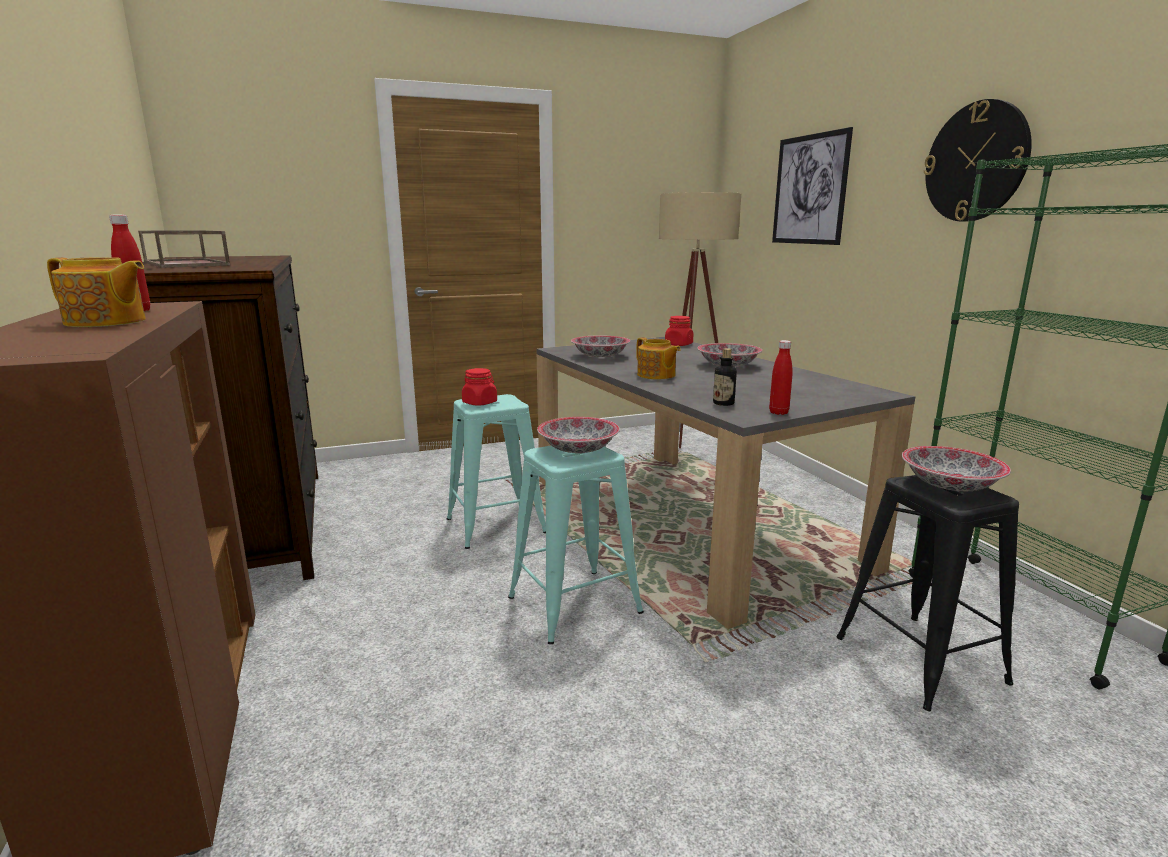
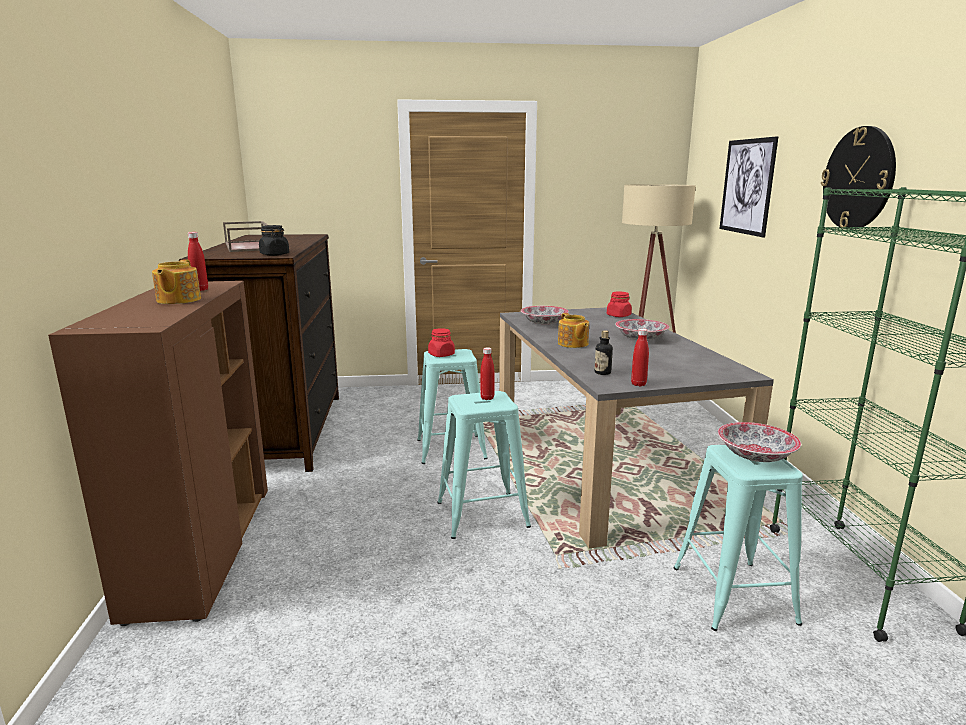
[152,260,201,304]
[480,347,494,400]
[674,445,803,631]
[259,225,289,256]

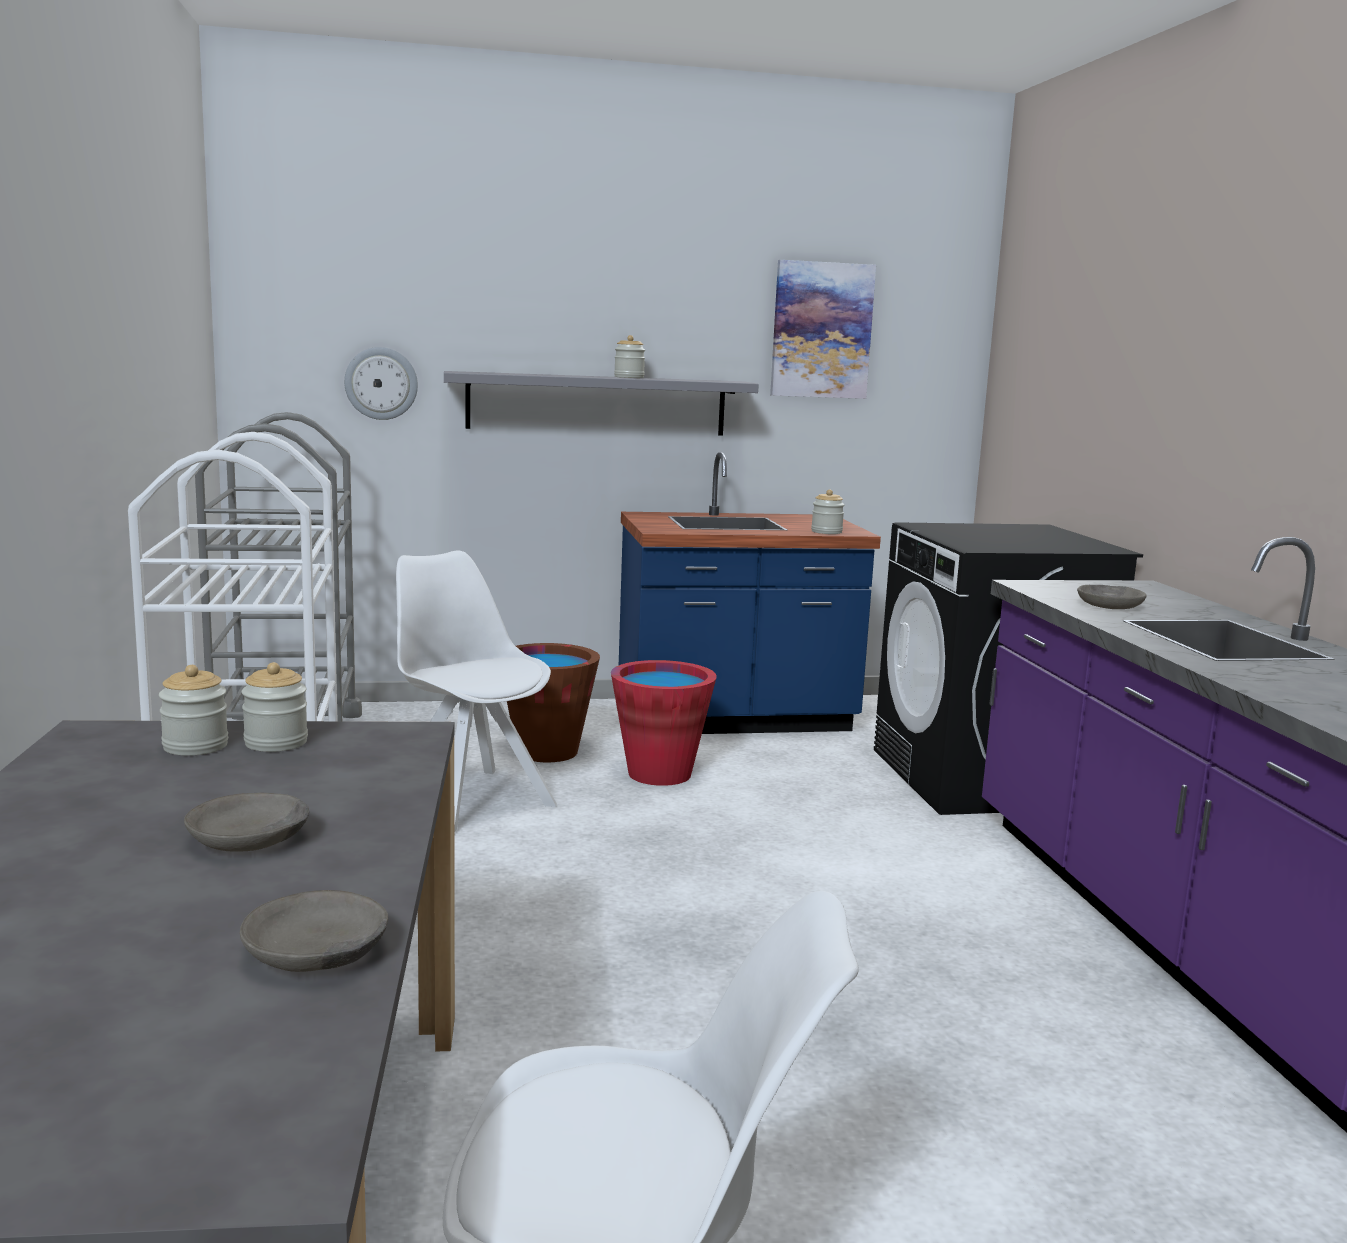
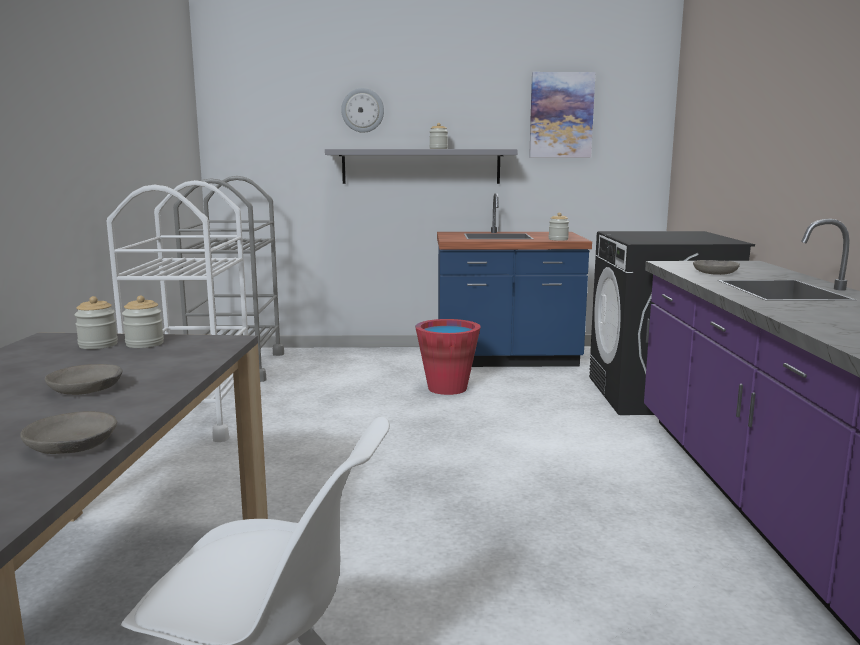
[341,88,384,133]
[396,550,557,833] (first image)
[507,643,600,762] (first image)

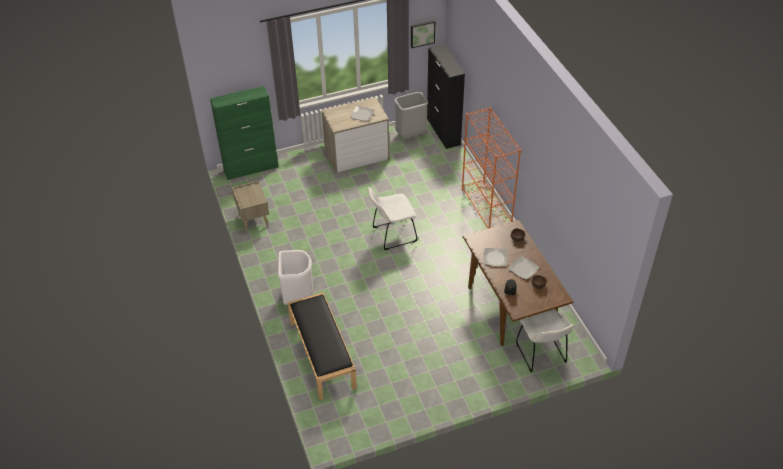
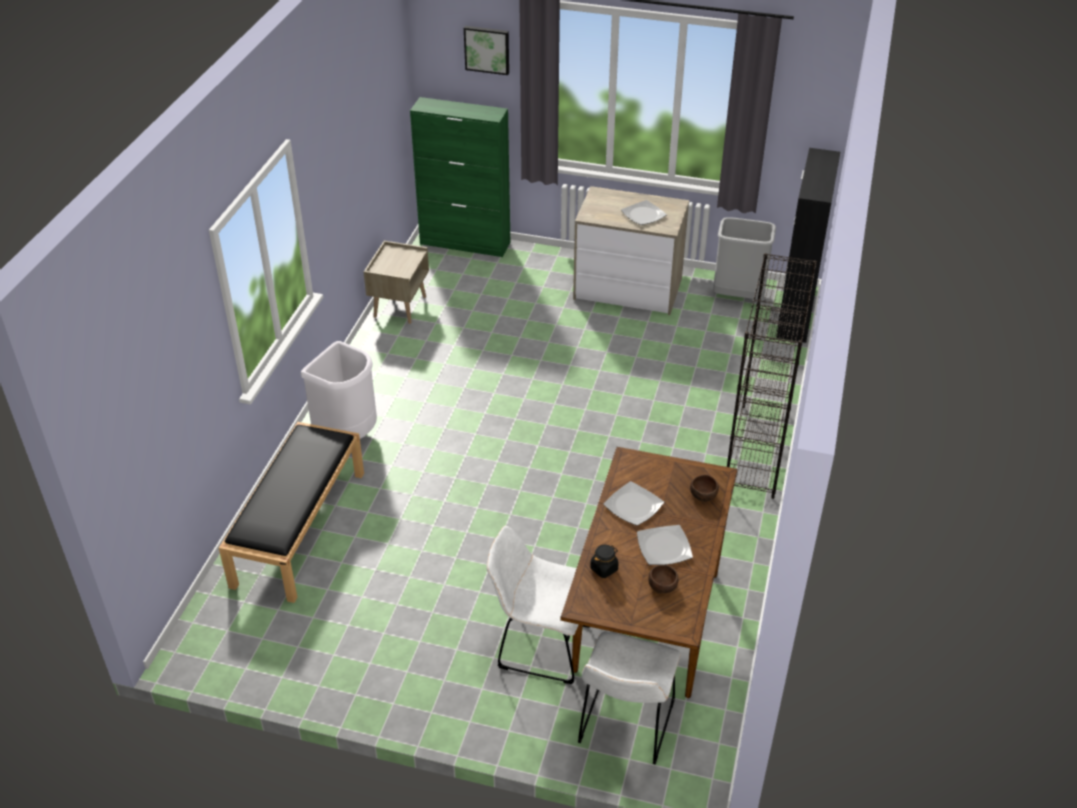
[486,526,588,684]
[464,26,509,75]
[727,253,817,499]

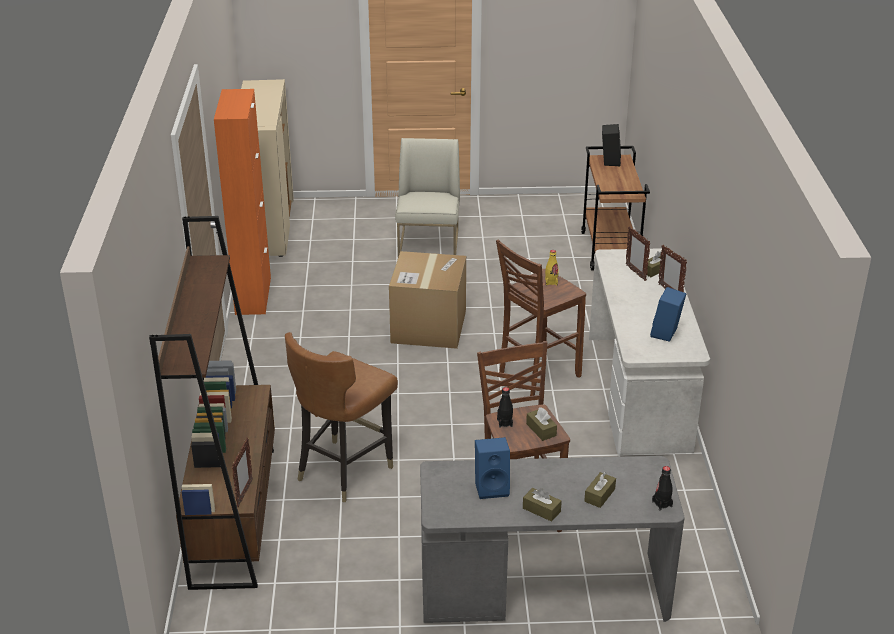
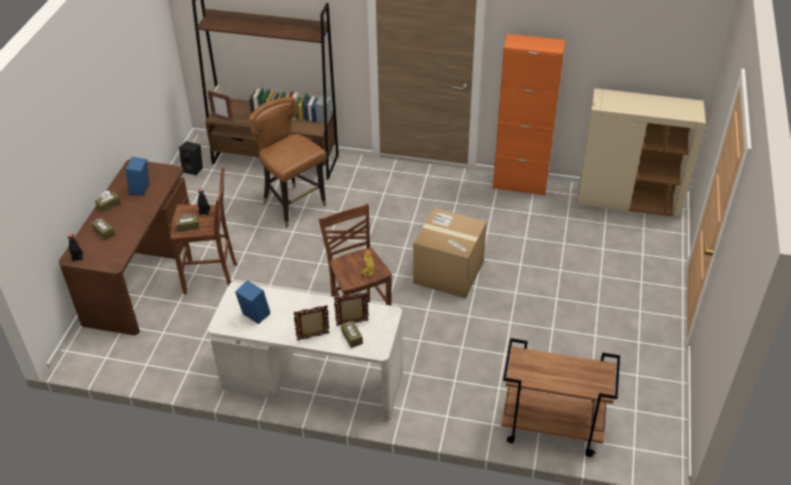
[395,138,460,257] (first image)
[59,159,190,335]
[179,141,203,175]

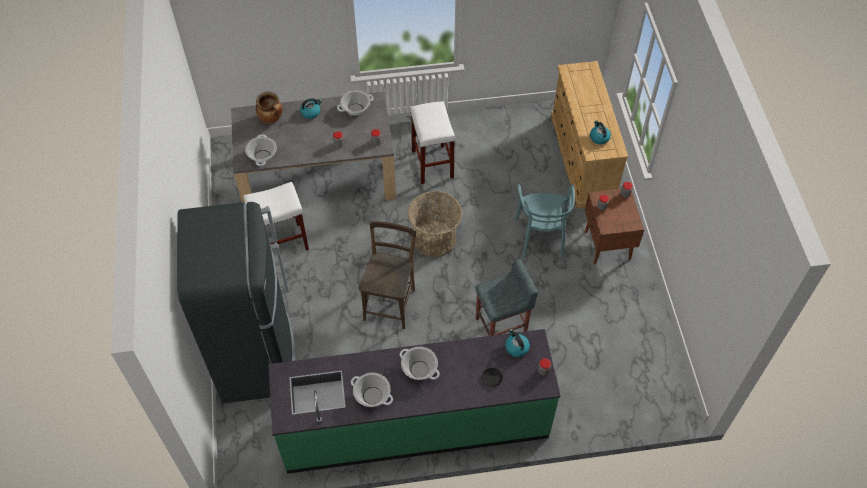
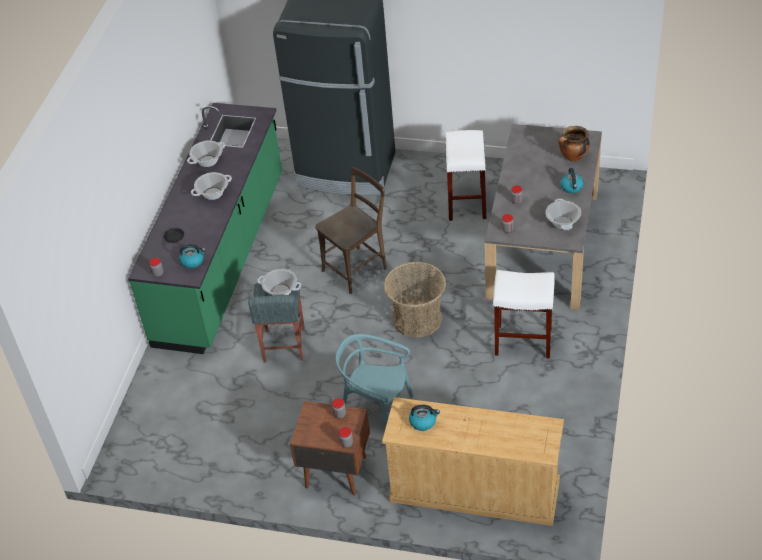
[258,269,302,296]
[315,167,387,294]

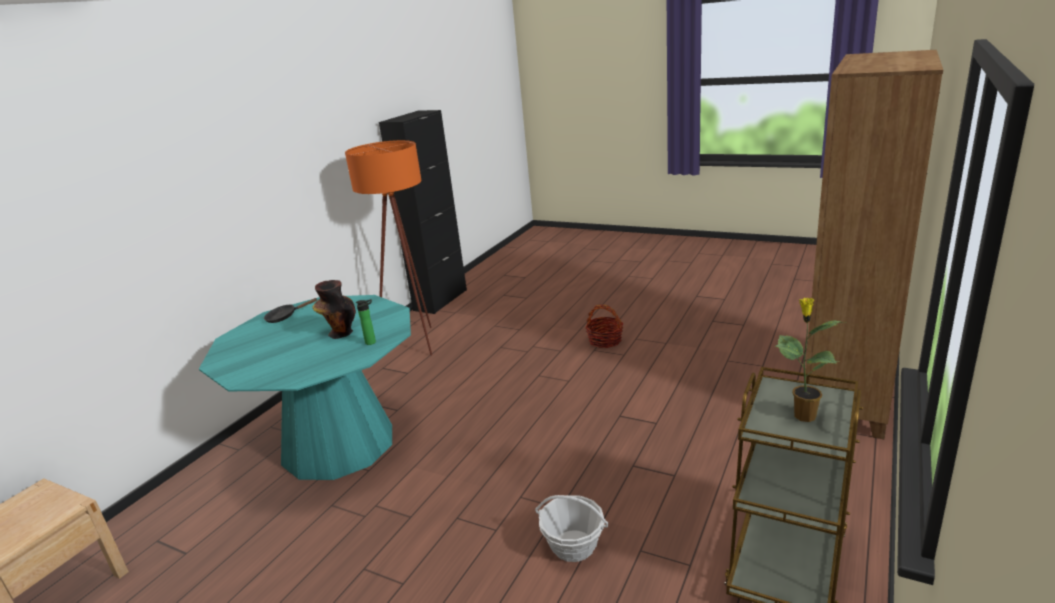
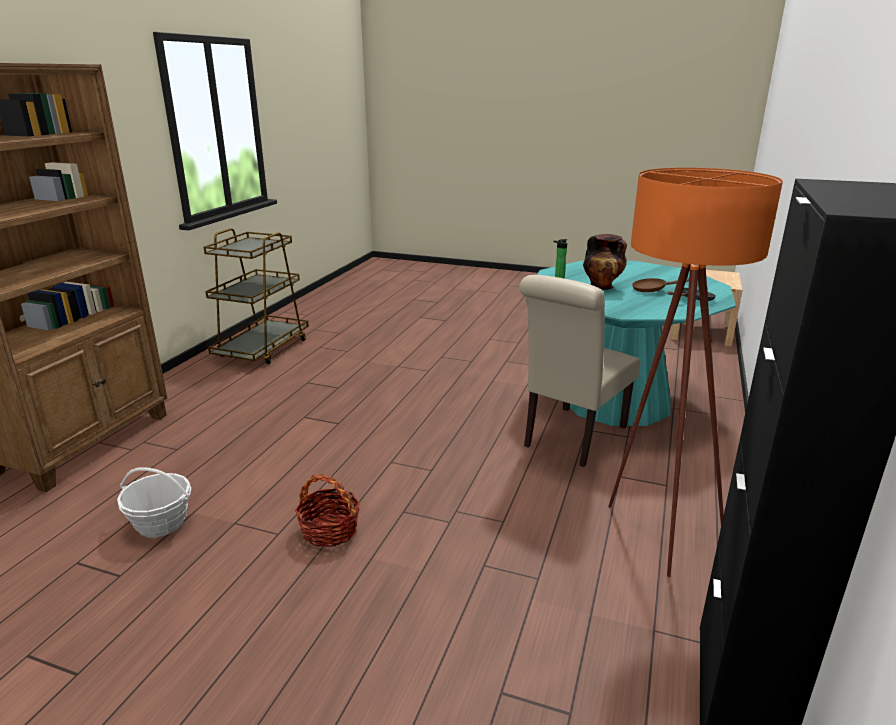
[117,467,191,537]
[775,298,845,422] (first image)
[520,275,641,467]
[632,278,689,292]

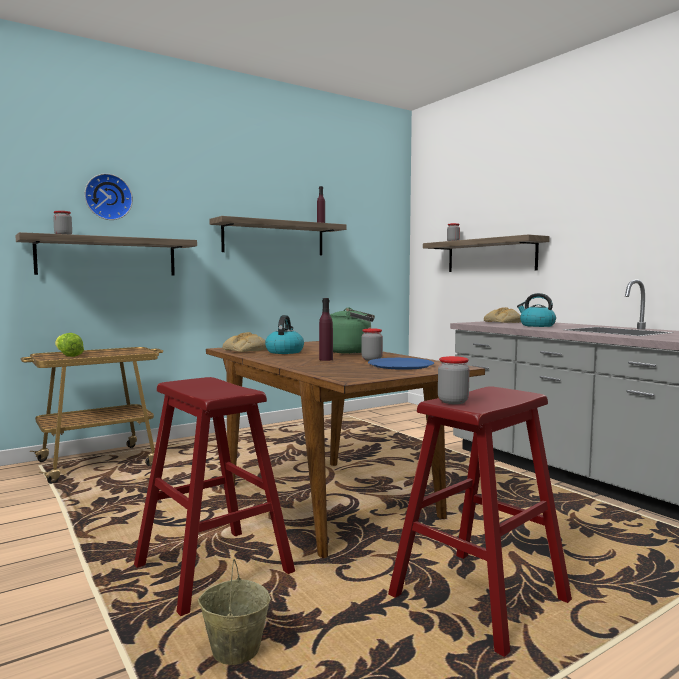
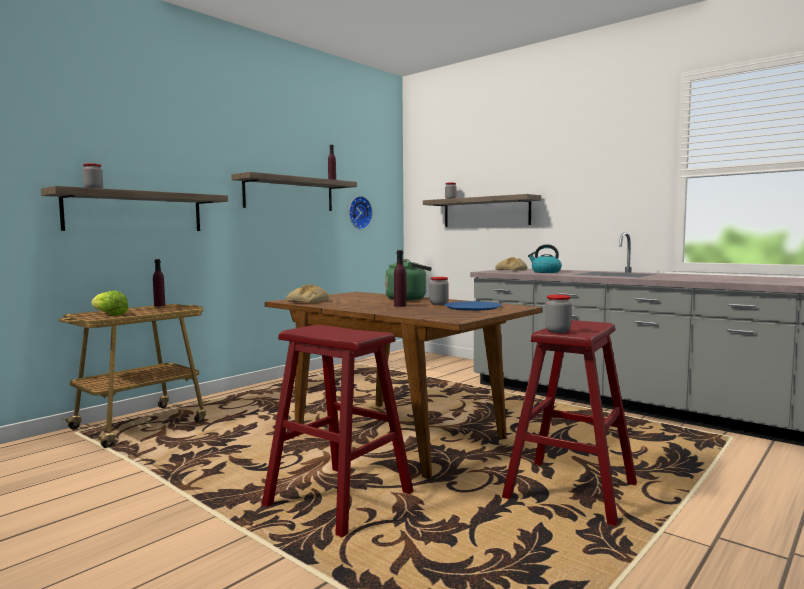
[349,196,373,229]
[198,559,271,665] (first image)
[265,315,304,354] (first image)
[153,259,165,307]

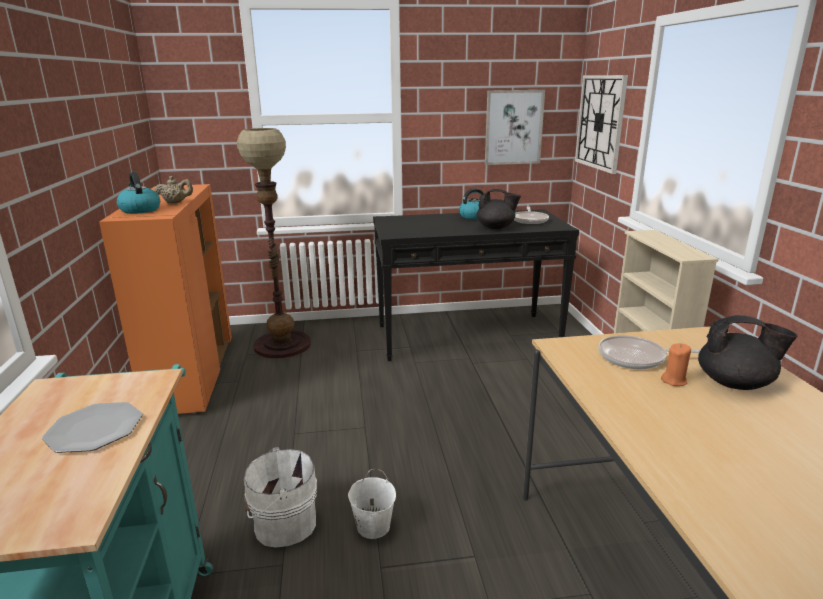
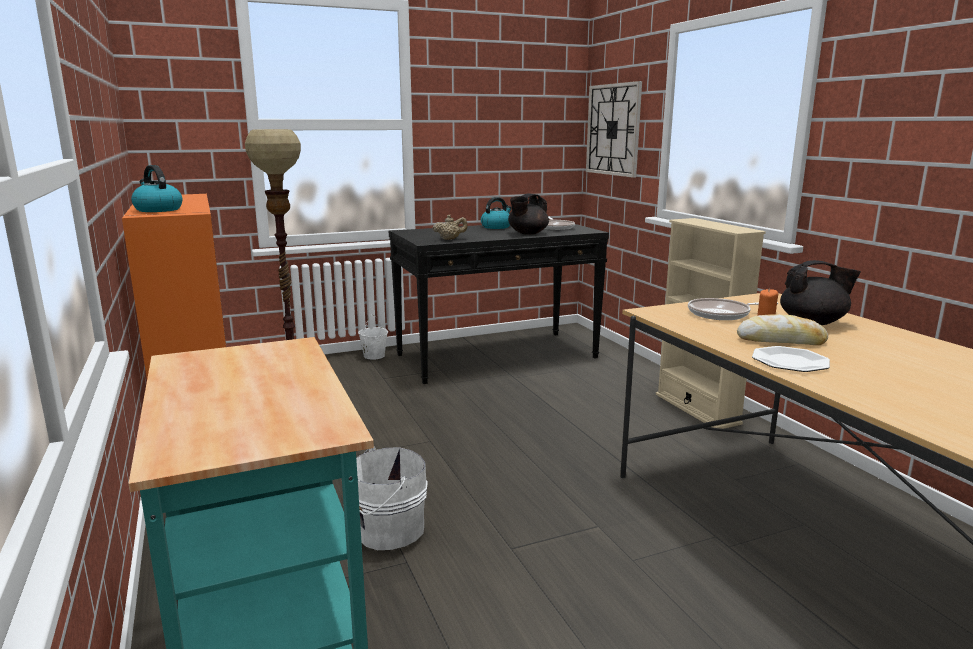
[752,346,830,372]
[433,215,467,240]
[358,314,388,360]
[508,193,549,235]
[485,90,545,165] (first image)
[737,314,828,345]

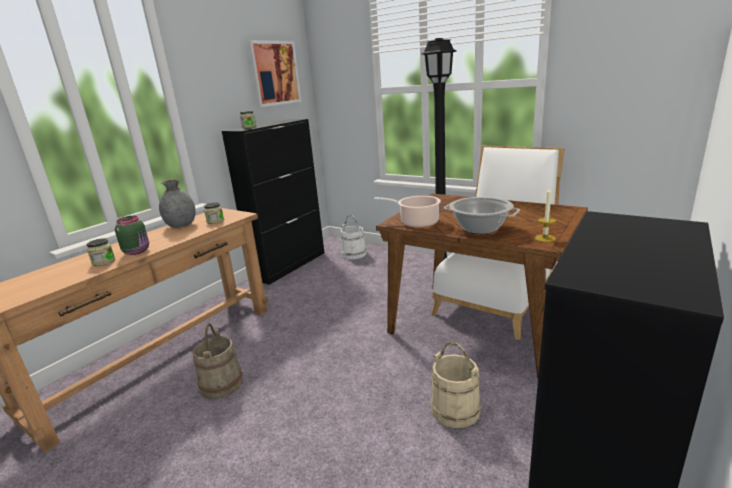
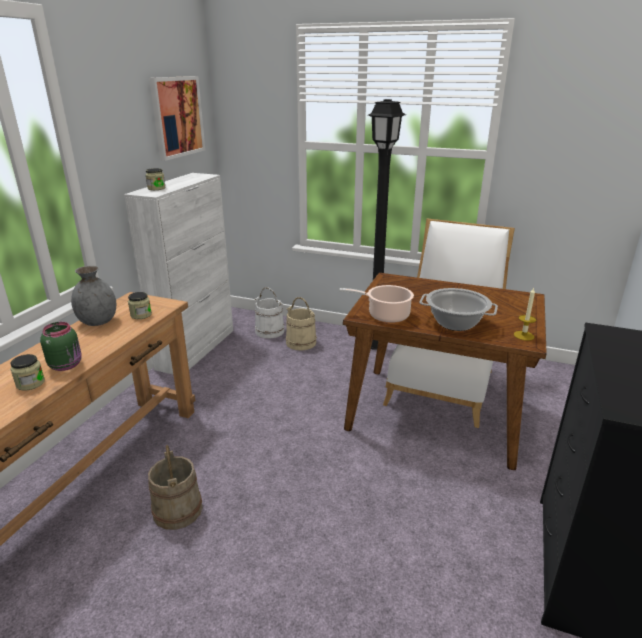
[124,173,233,374]
[286,297,317,350]

